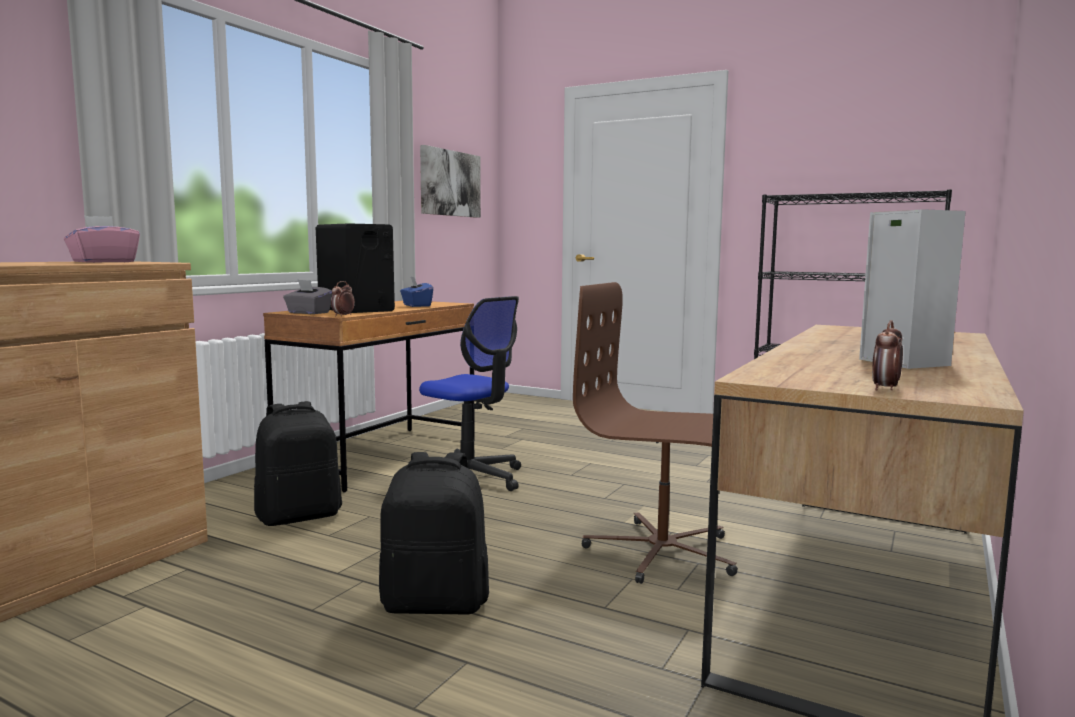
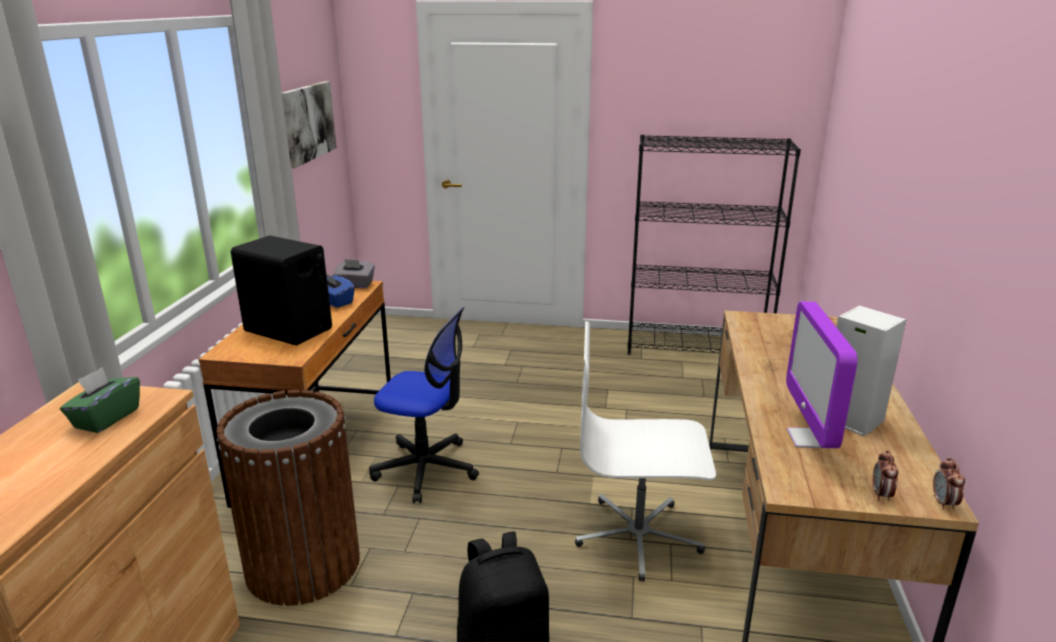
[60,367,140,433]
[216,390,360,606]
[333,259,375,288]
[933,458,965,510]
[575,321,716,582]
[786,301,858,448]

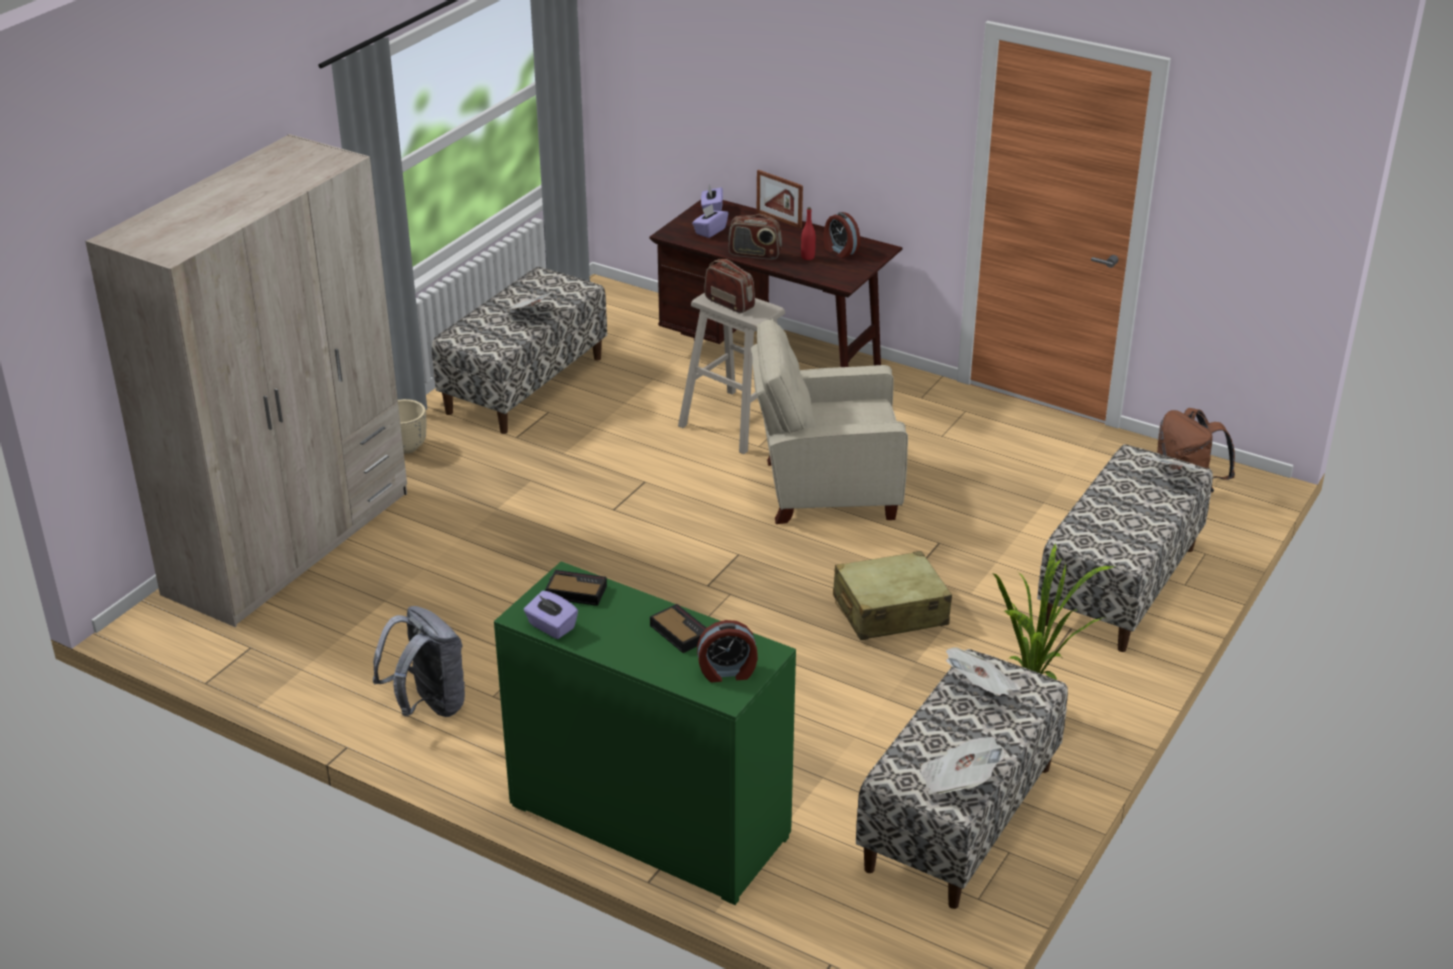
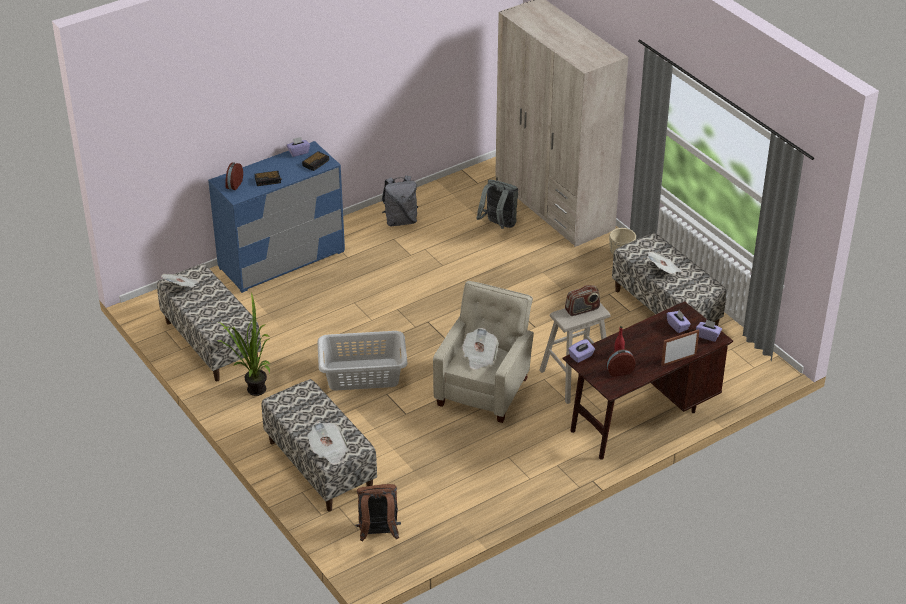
[208,141,345,293]
[728,214,782,260] (first image)
[317,331,407,390]
[462,328,499,369]
[476,180,518,229]
[568,339,595,363]

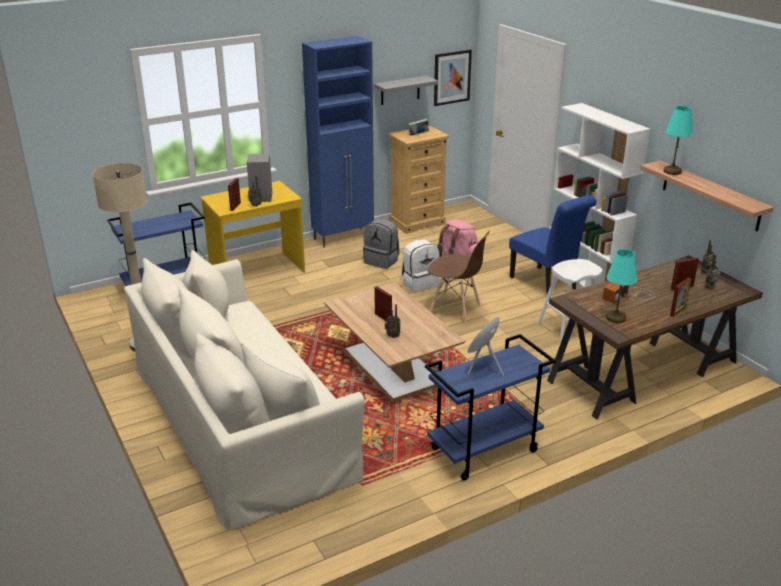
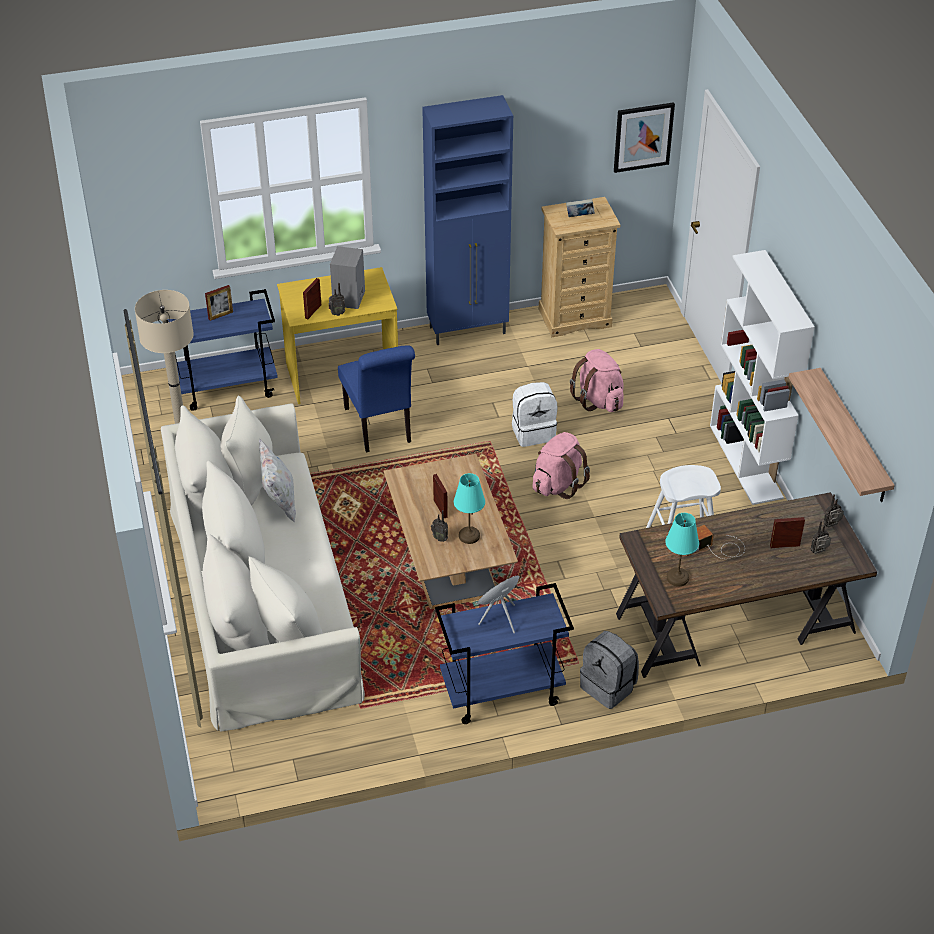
[580,631,639,709]
[374,76,438,105] (first image)
[532,432,590,499]
[338,345,415,452]
[454,473,485,544]
[205,285,233,321]
[259,439,296,522]

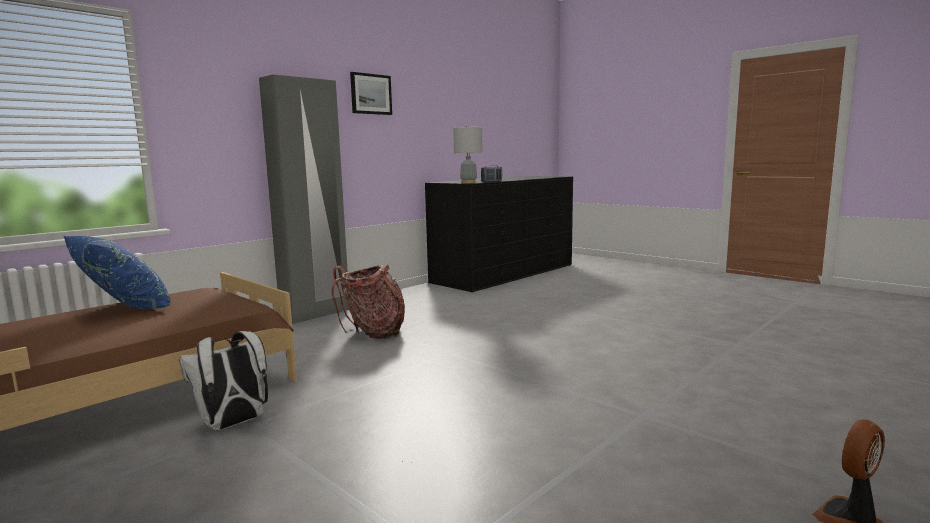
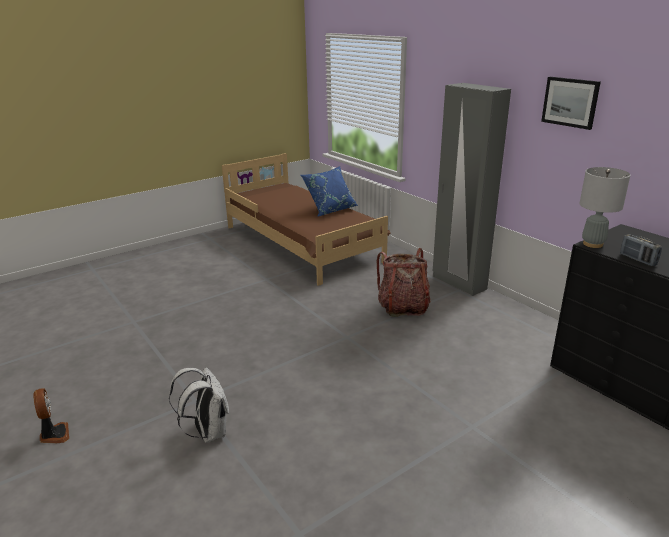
[169,367,229,443]

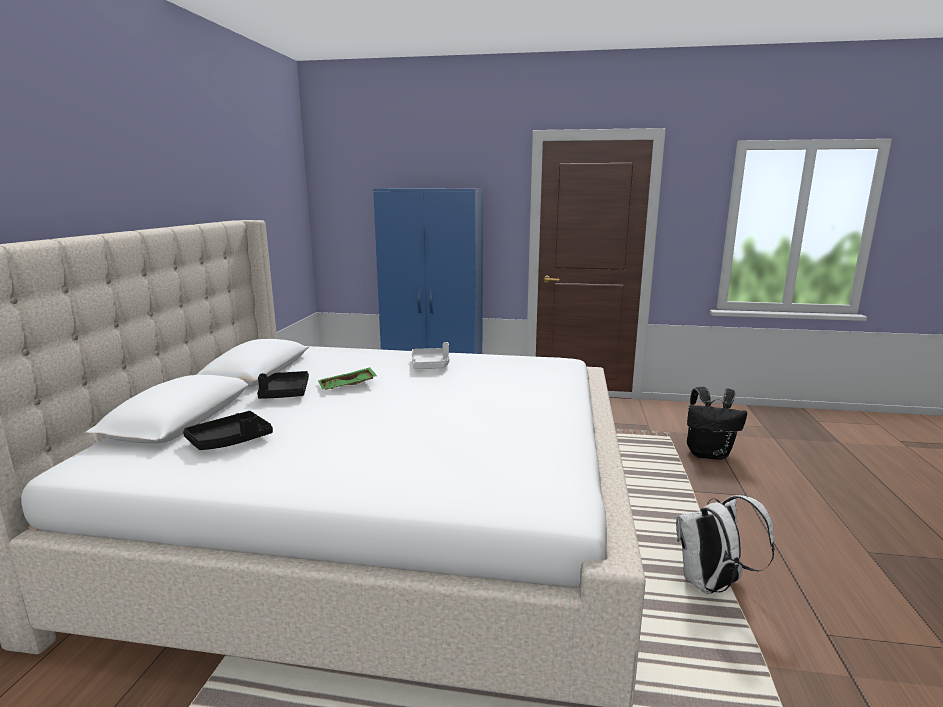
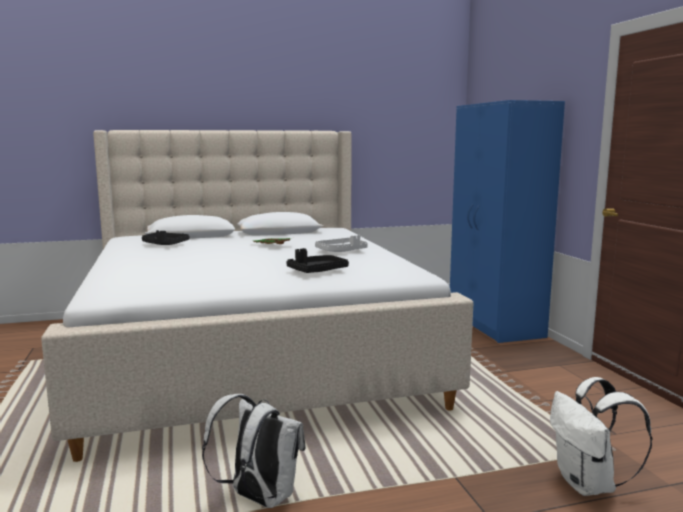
[287,248,349,273]
[550,377,653,496]

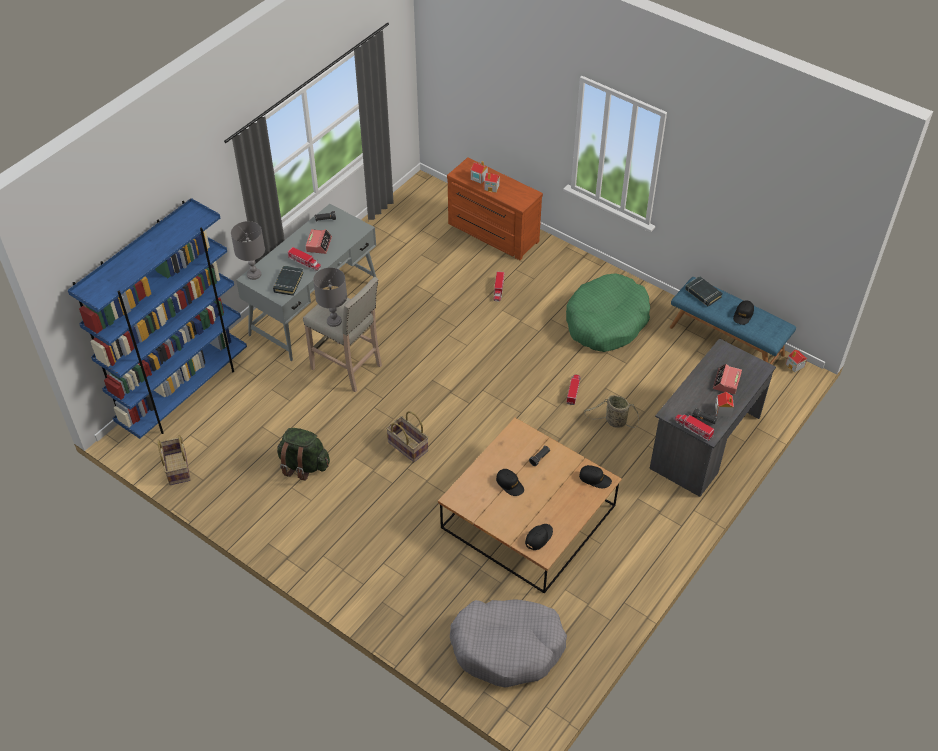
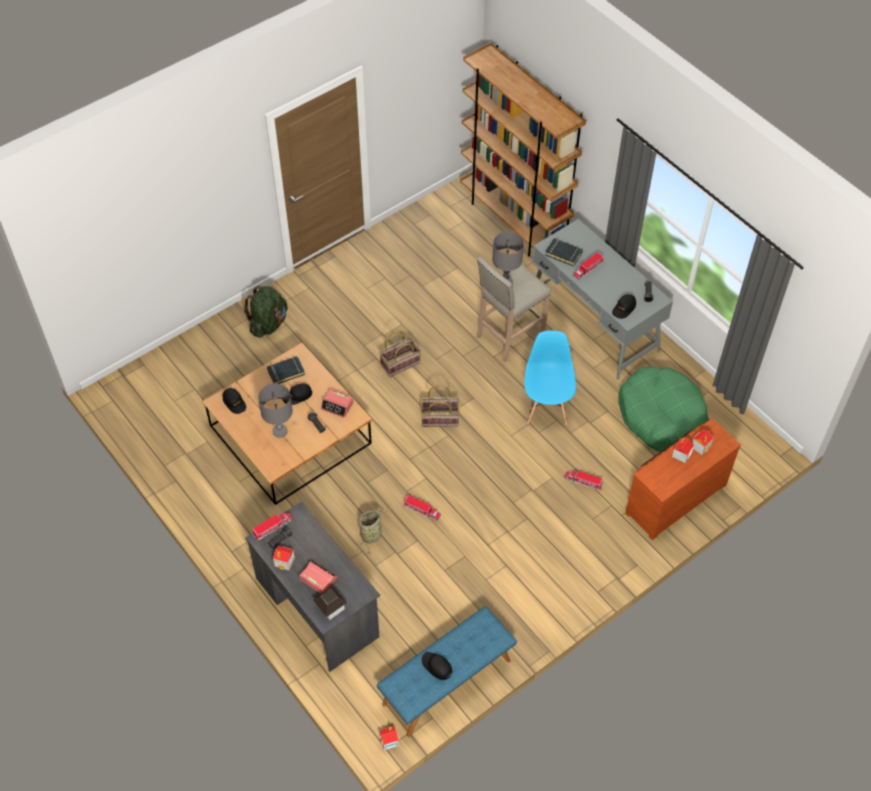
[460,43,586,256]
[421,385,460,427]
[258,383,293,438]
[243,286,288,338]
[321,389,354,418]
[450,600,567,687] (first image)
[618,367,708,452]
[612,294,636,319]
[267,356,305,384]
[313,586,347,620]
[524,330,576,425]

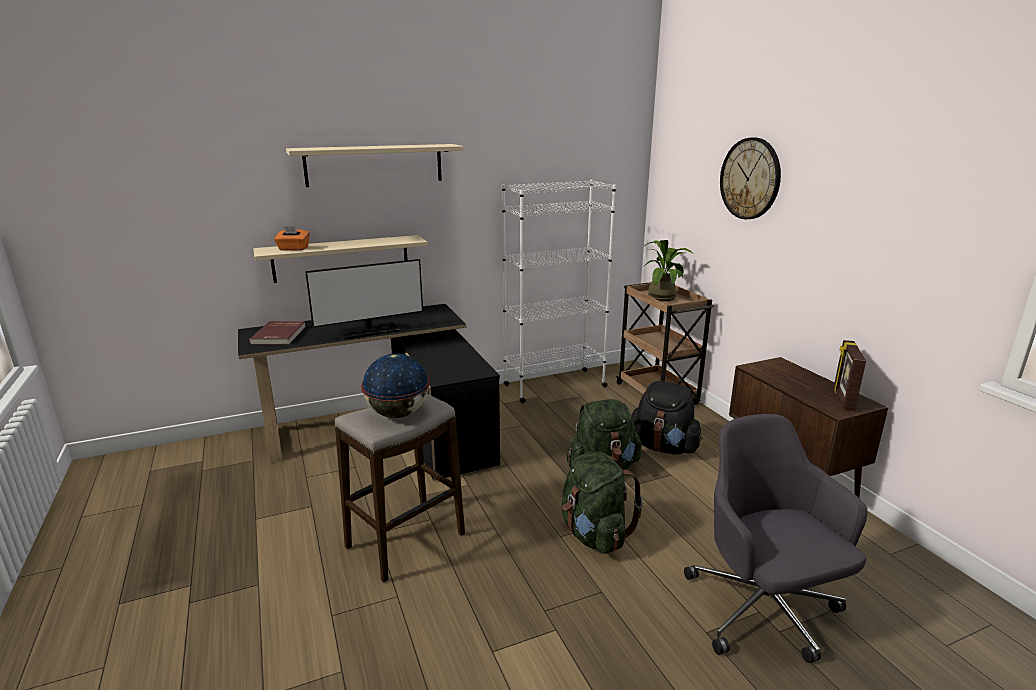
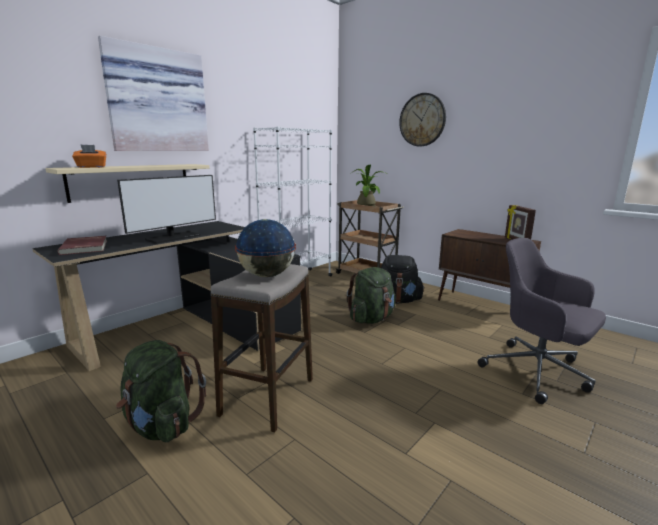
[98,36,209,151]
[116,340,206,442]

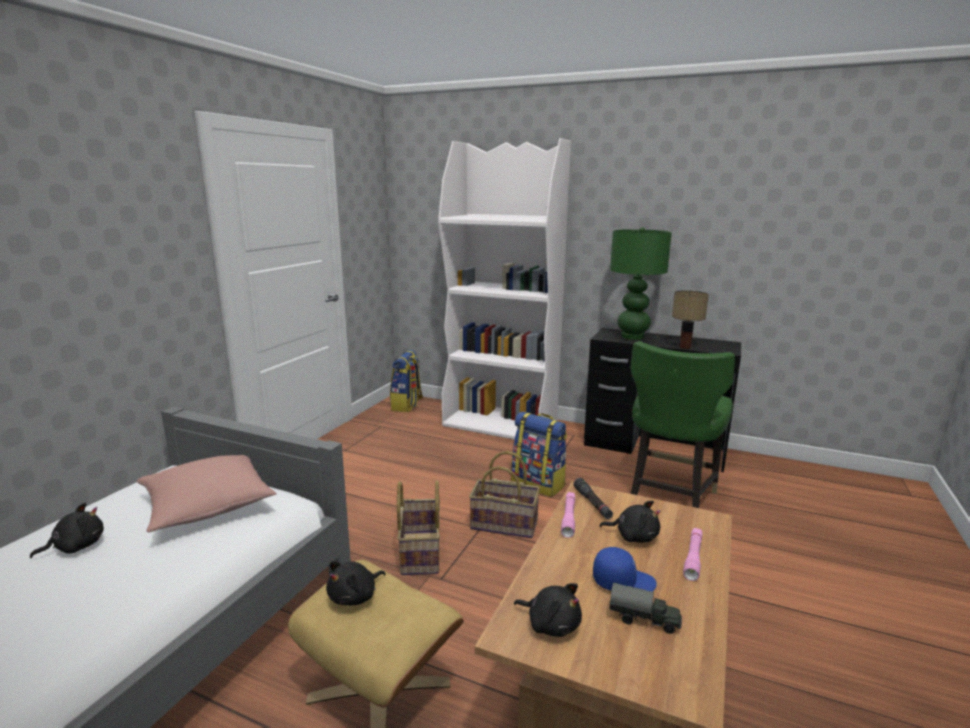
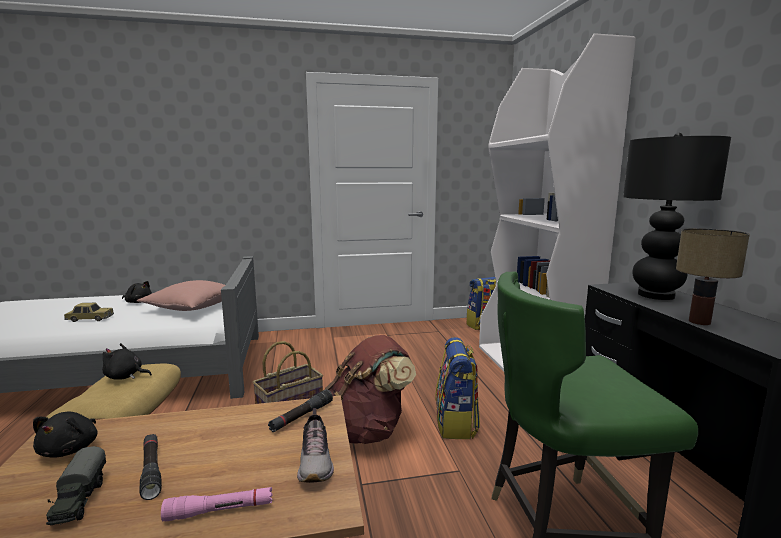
[325,335,416,444]
[561,492,575,538] (first image)
[139,434,162,500]
[600,501,660,543] (first image)
[623,133,731,300]
[64,303,114,322]
[297,408,334,483]

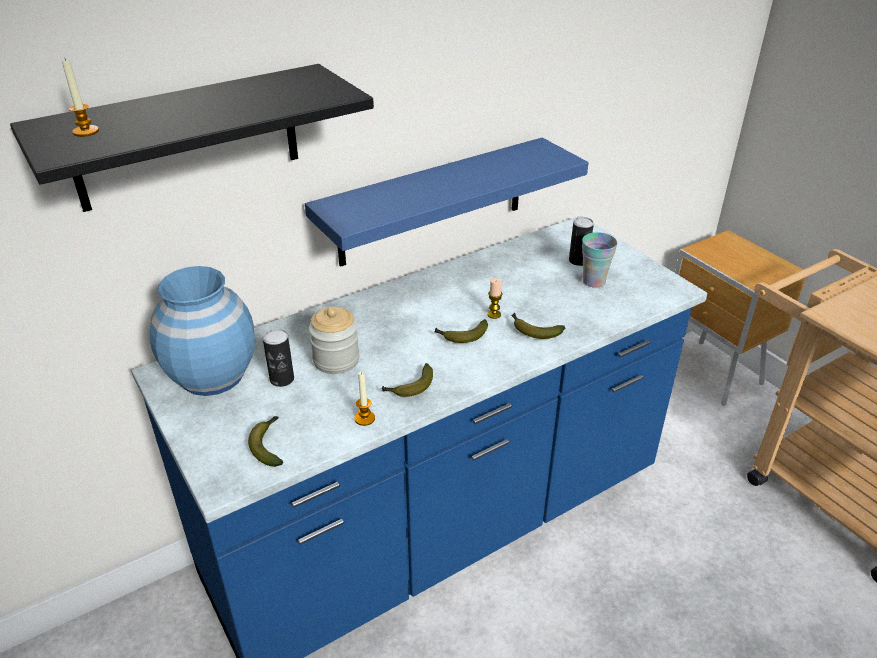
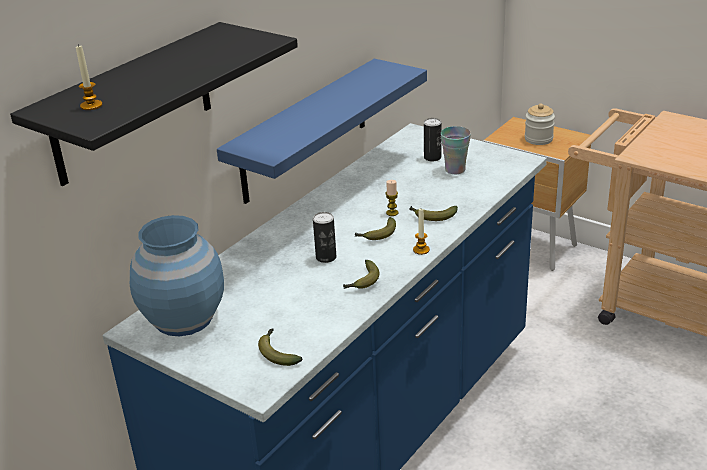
[313,212,336,263]
[525,103,555,145]
[413,208,430,255]

